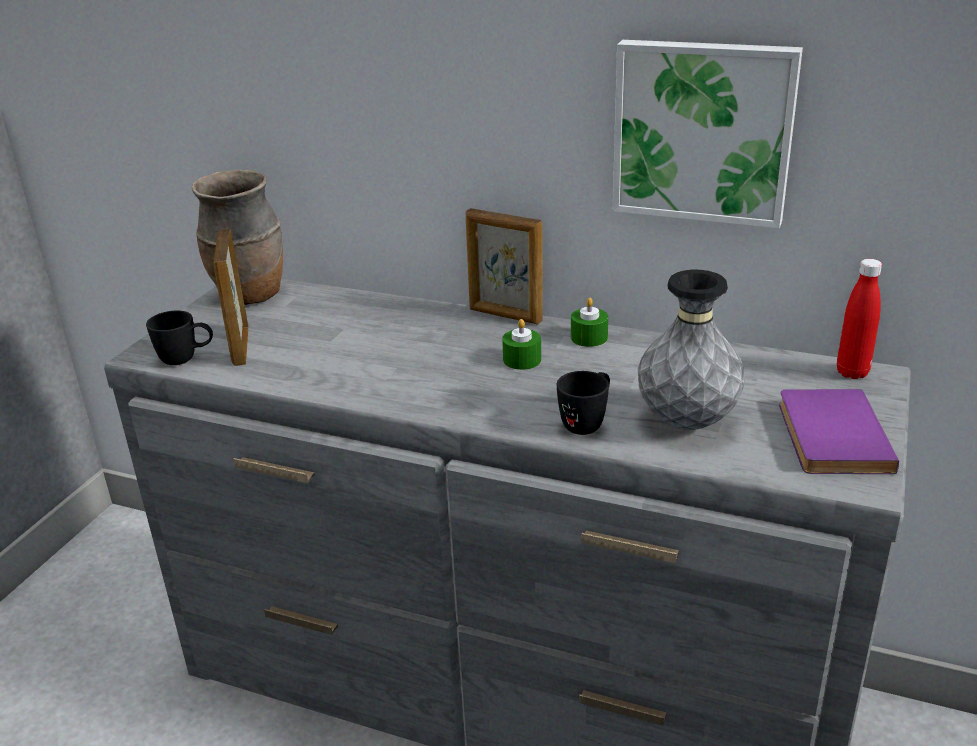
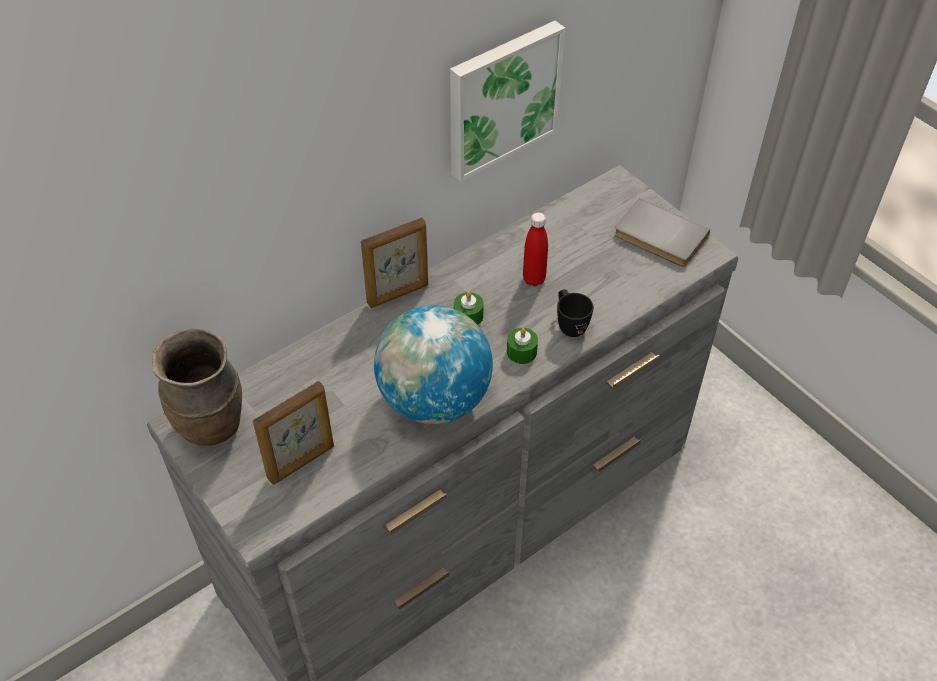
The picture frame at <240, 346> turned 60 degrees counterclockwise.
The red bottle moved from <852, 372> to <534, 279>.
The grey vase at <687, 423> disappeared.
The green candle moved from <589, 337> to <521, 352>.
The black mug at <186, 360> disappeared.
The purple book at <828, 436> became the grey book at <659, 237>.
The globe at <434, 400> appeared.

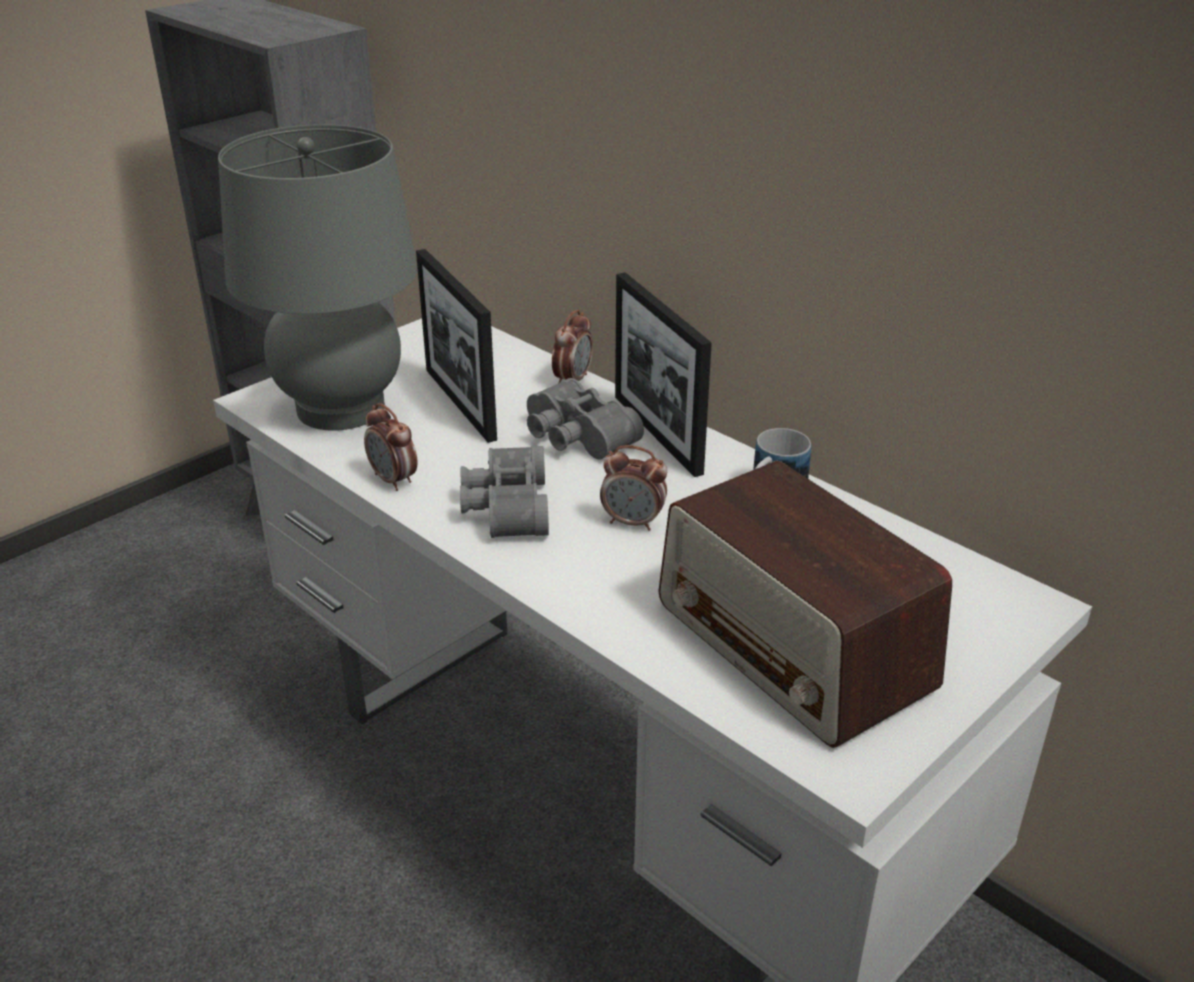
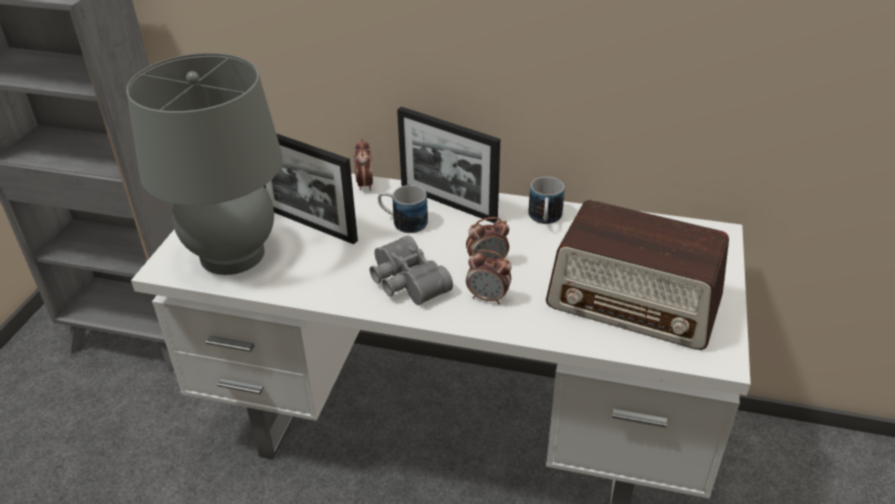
The grey binoculars at <575, 437> was replaced by the mug at <403, 222>.
The alarm clock moved from <394, 480> to <488, 297>.

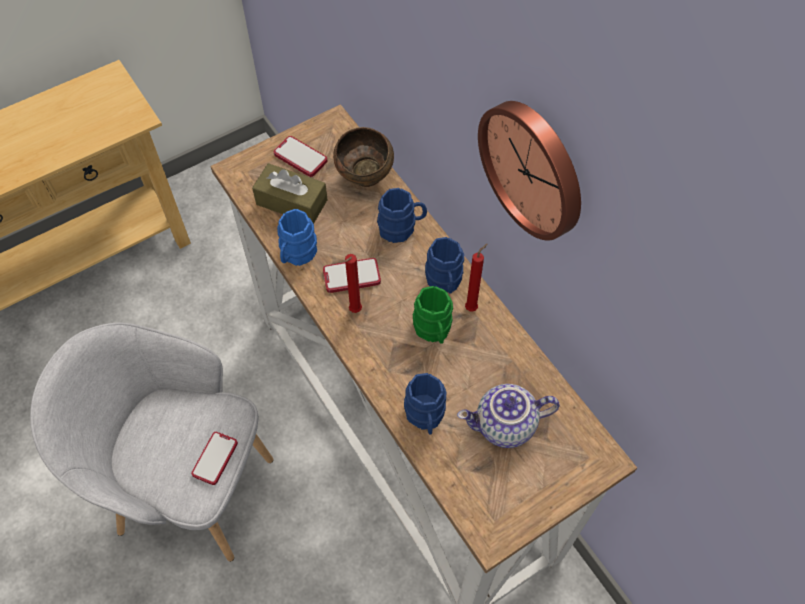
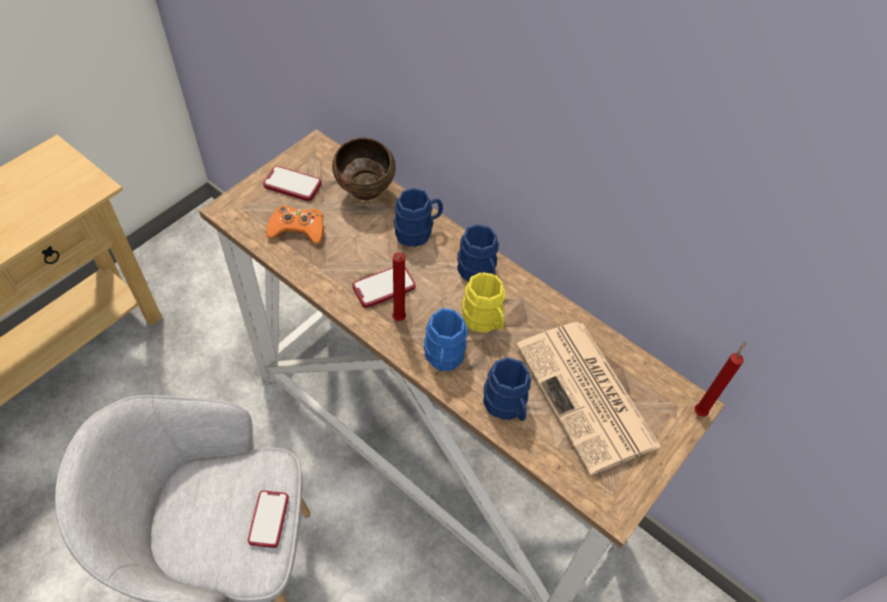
The wall clock at <534, 168> disappeared.
The brown tissue box at <291, 202> was replaced by the orange game controller at <297, 229>.
The blue mug moved from <296, 254> to <443, 358>.
The red candle moved from <472, 307> to <700, 411>.
The green mug at <433, 330> became the yellow mug at <484, 321>.
The teapot at <504, 426> was replaced by the newspaper at <587, 397>.

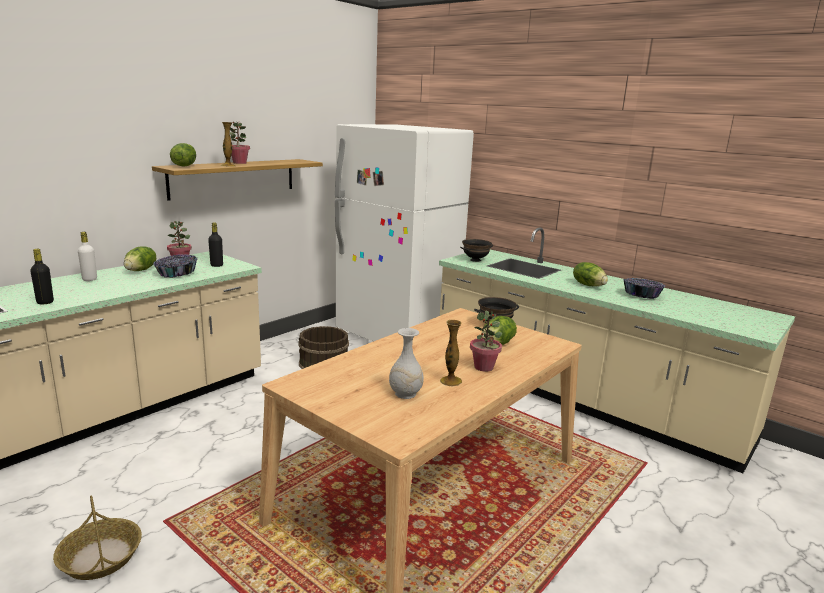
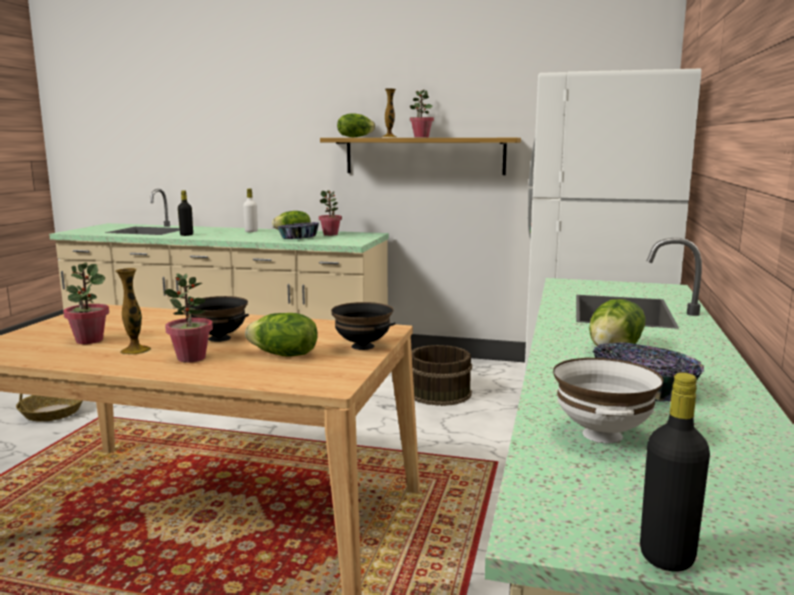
The black bottle moved from <216, 265> to <667, 556>.
The black bowl moved from <475, 260> to <220, 338>.
The white vase at <405, 394> was replaced by the potted plant at <89, 340>.
The white bowl at <603, 435> appeared.

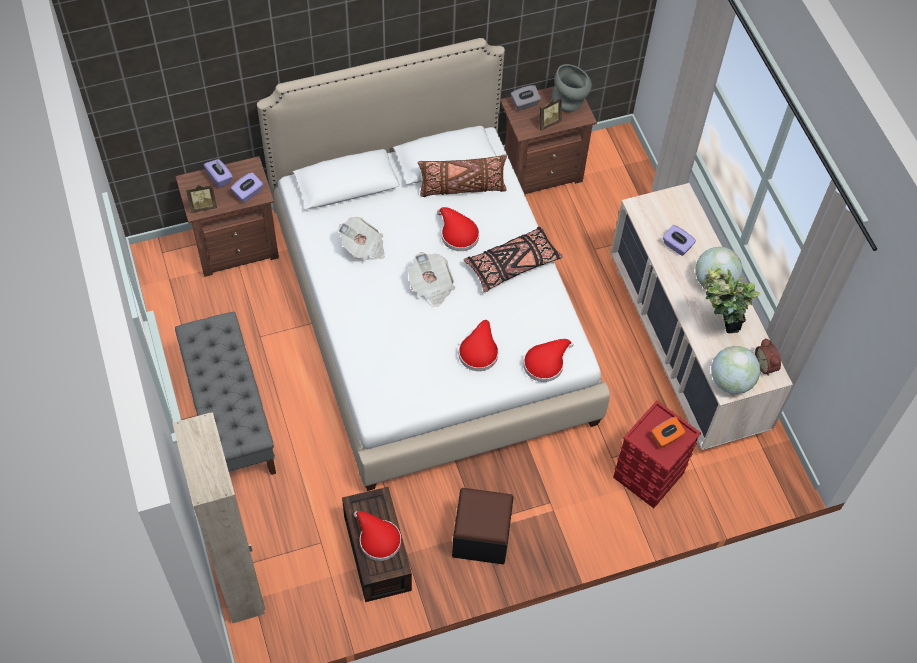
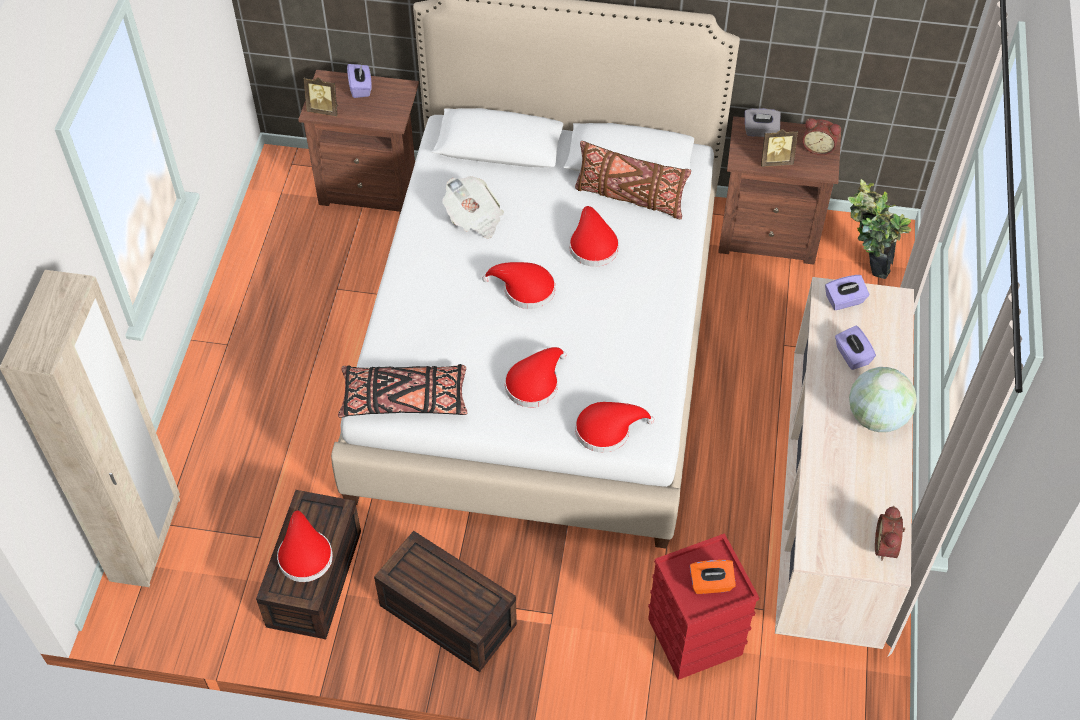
The grey vase at <570, 101> was replaced by the alarm clock at <818, 147>.
The purple tissue box moved from <248, 193> to <844, 300>.
The black pillow moved from <513, 264> to <404, 399>.
The newspaper at <431, 286> was replaced by the red hat at <524, 289>.
The potted plant moved from <716, 329> to <864, 268>.
The grey bench at <230, 415> disappeared.
The globe at <730, 381> disappeared.
The black ottoman at <481, 536> was replaced by the brown storage box at <445, 615>.

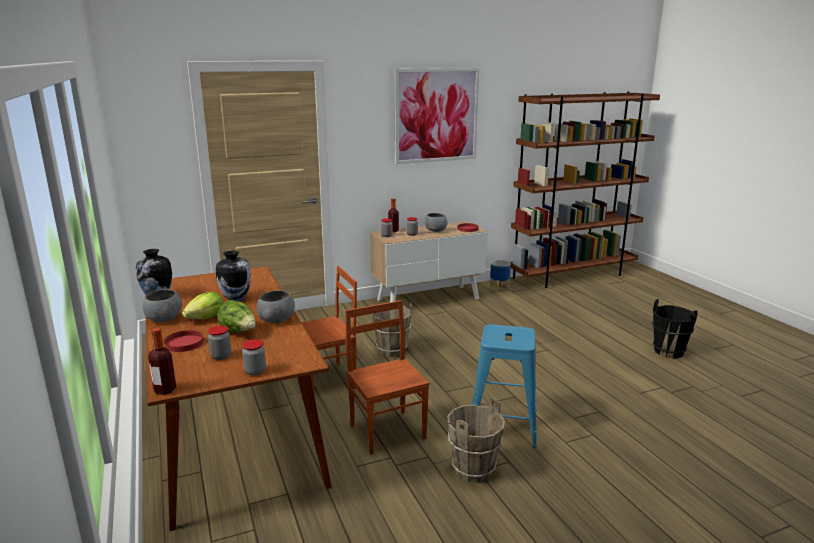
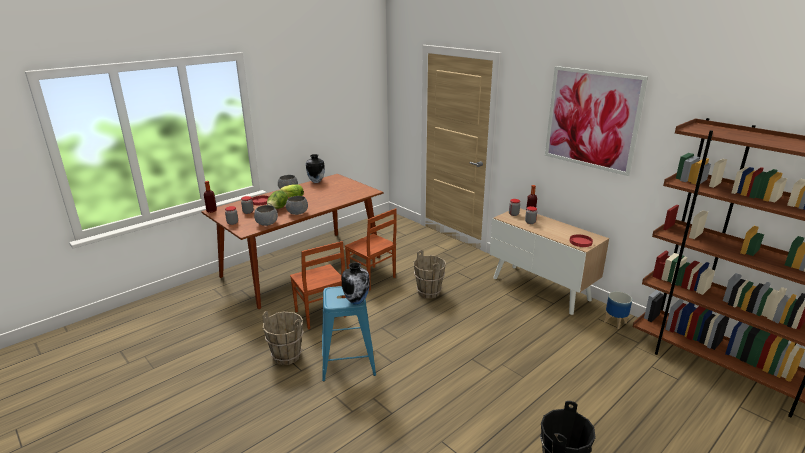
The grey bowl moved from <436, 231> to <266, 223>.
The vase moved from <236, 299> to <357, 301>.
The brown chair at <388, 431> turned 105 degrees clockwise.

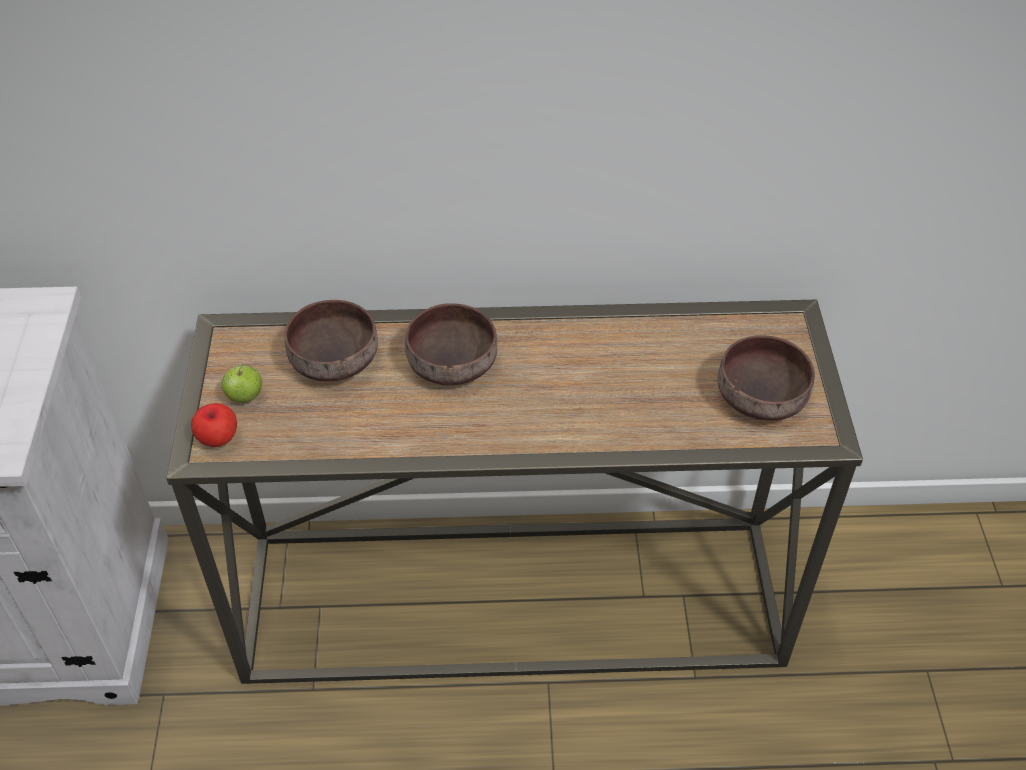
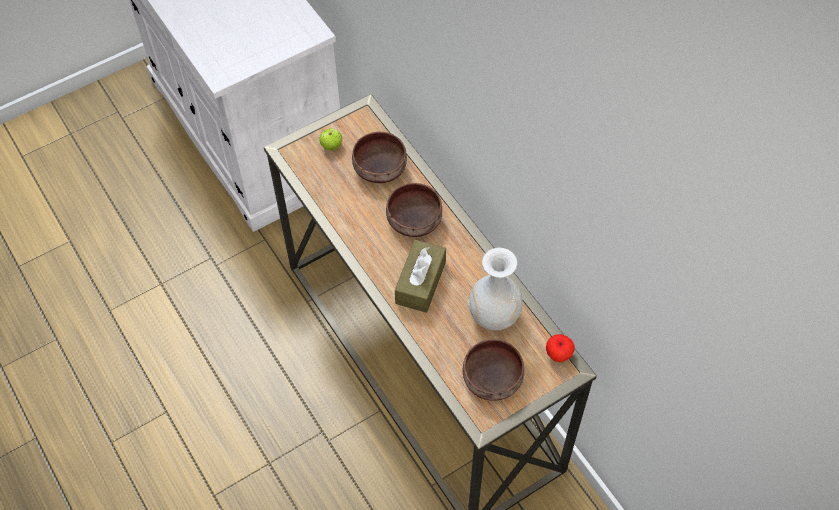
The apple moved from <218, 438> to <558, 354>.
The brown tissue box at <420, 282> appeared.
The white vase at <494, 315> appeared.

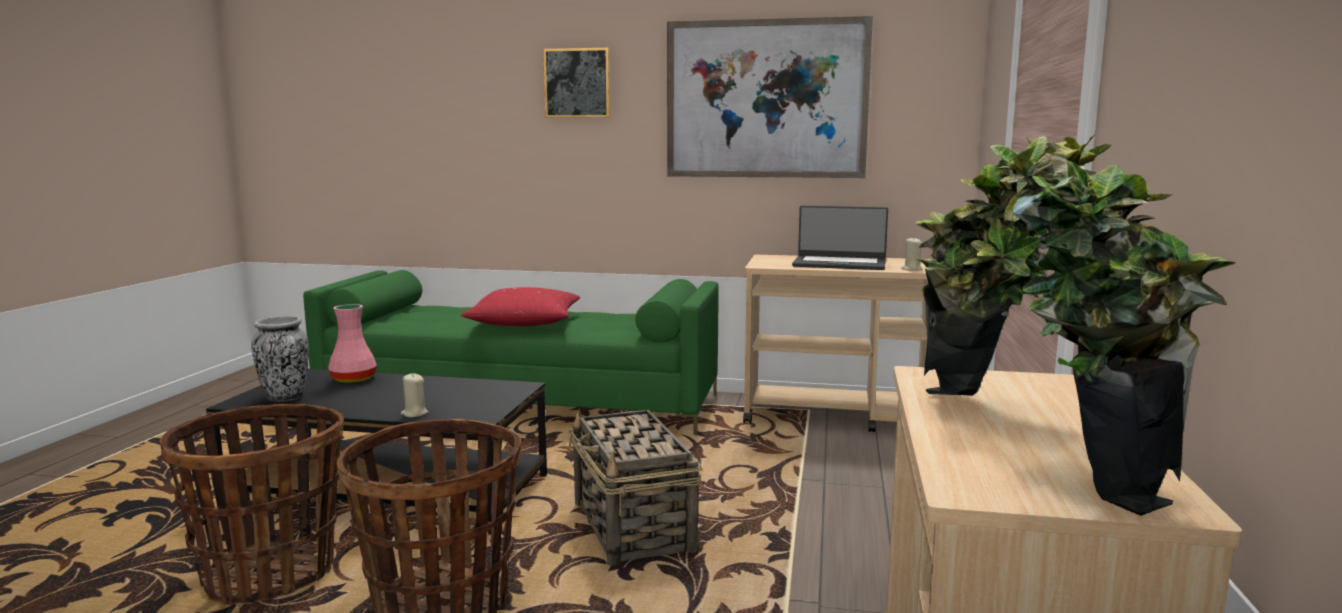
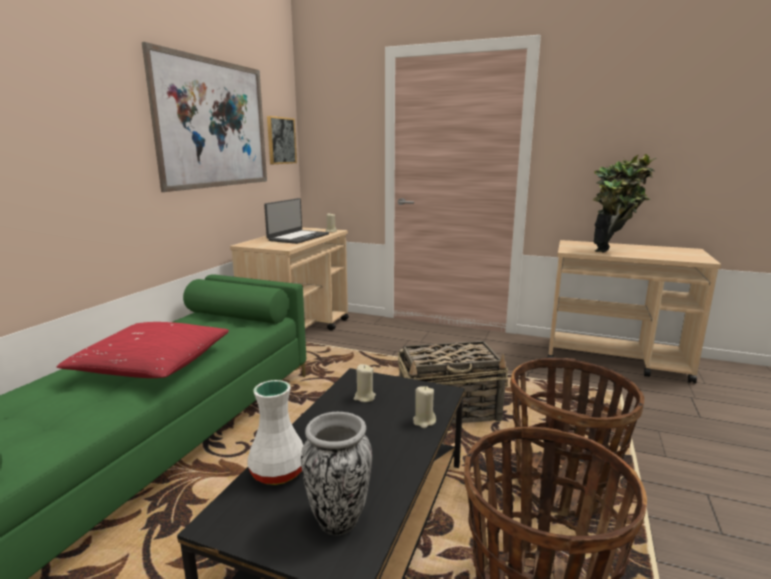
The picture moved from <577, 83> to <281, 140>.
The potted plant at <1077, 483> disappeared.
The pink vase at <353, 379> became the white vase at <279, 471>.
The beige candle at <364, 397> appeared.

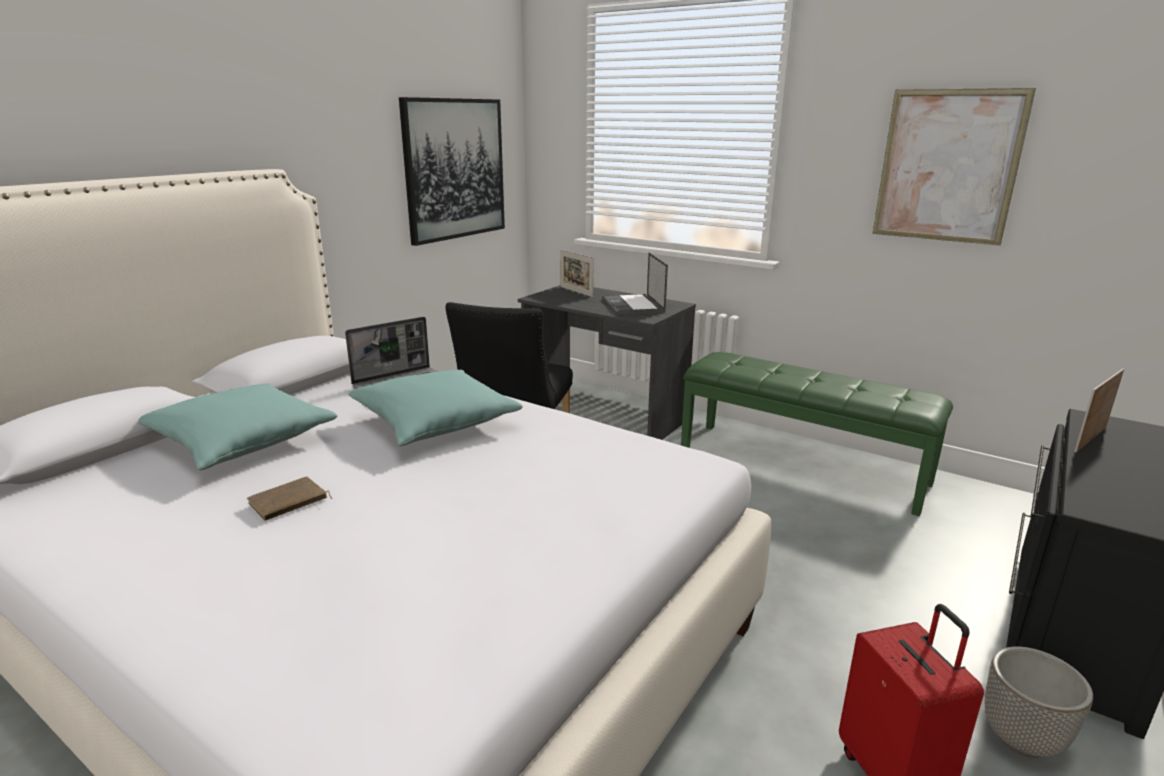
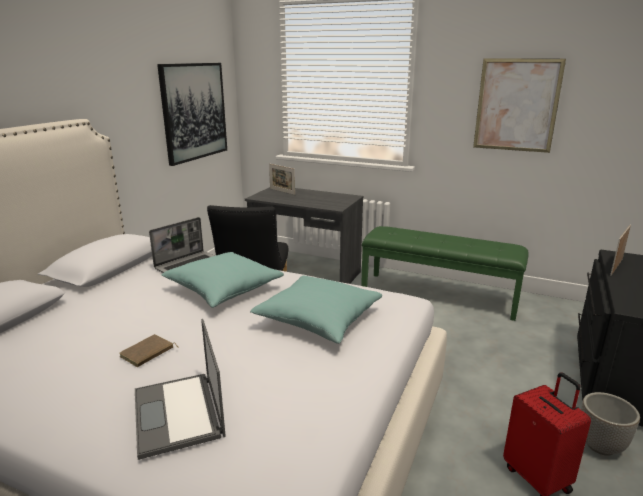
The laptop moved from <633, 305> to <178, 414>.
The turquoise pillow moved from <242, 442> to <318, 320>.

